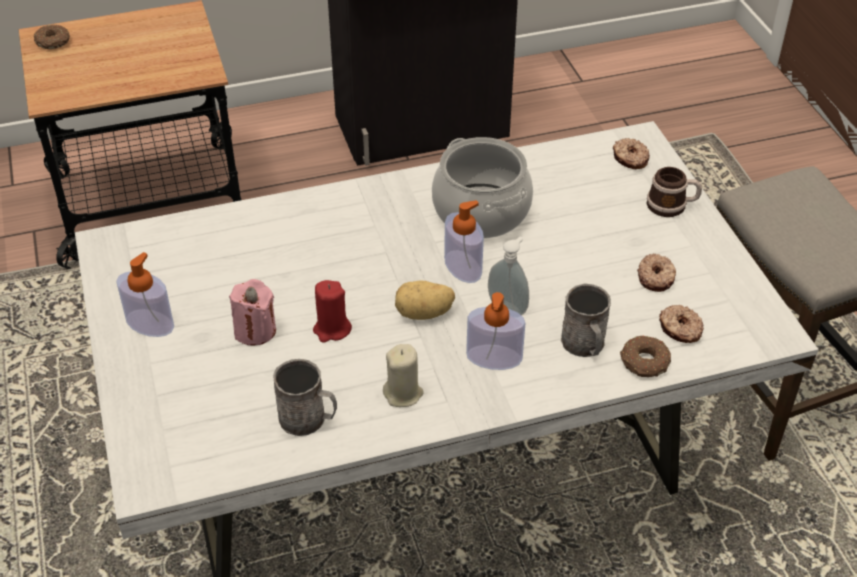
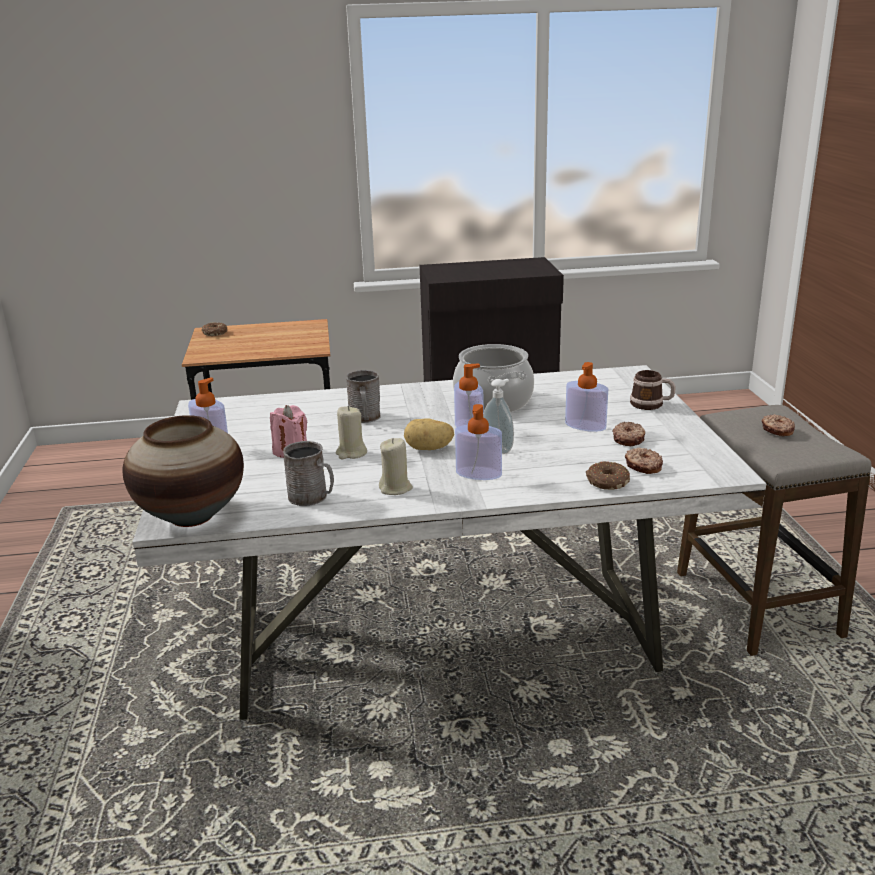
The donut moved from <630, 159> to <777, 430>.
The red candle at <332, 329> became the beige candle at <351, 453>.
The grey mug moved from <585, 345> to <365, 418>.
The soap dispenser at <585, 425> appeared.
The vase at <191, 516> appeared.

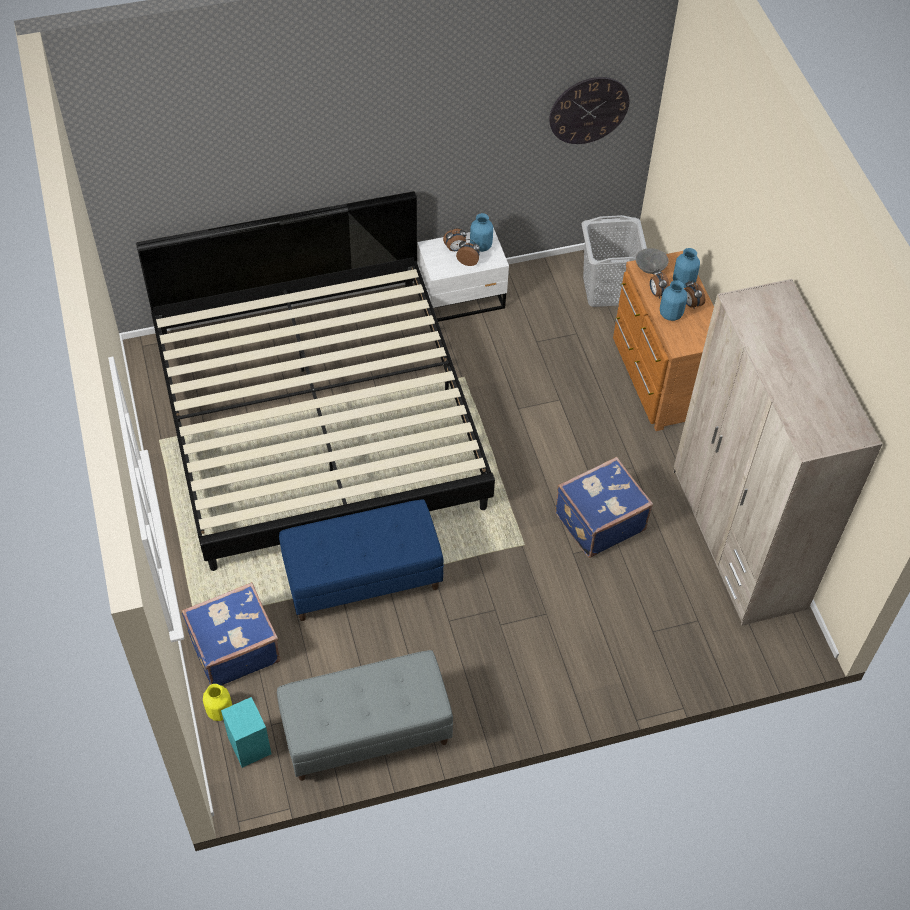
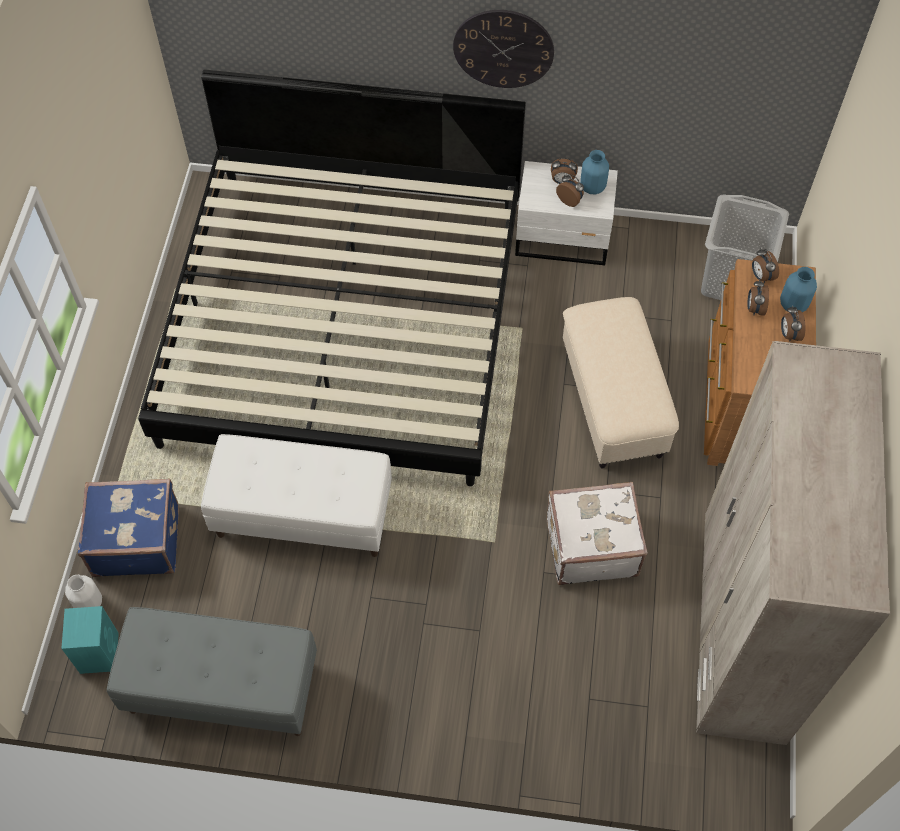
The wall clock moved from <589, 110> to <503, 48>.
The grey bowl at <650, 269> was replaced by the alarm clock at <761, 276>.
The blue vase at <671, 314> disappeared.
The blue suitcase at <598, 520> became the white suitcase at <590, 545>.
The blue bench at <363, 578> became the white bench at <304, 514>.
The yellow vase at <219, 711> became the white vase at <89, 602>.
The beige ottoman at <614, 402> appeared.

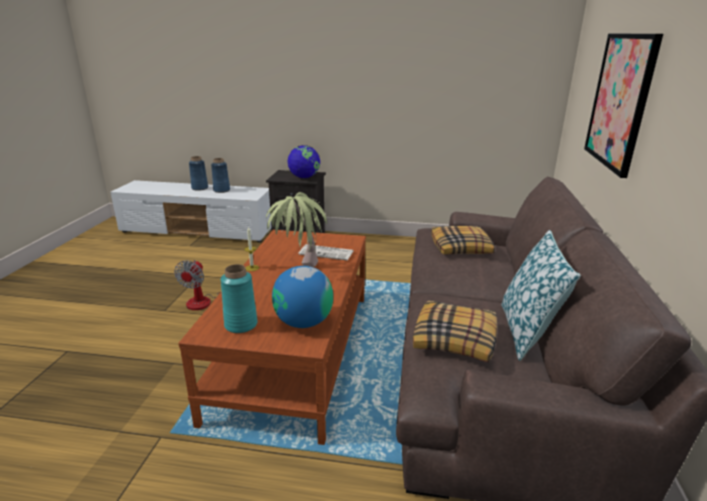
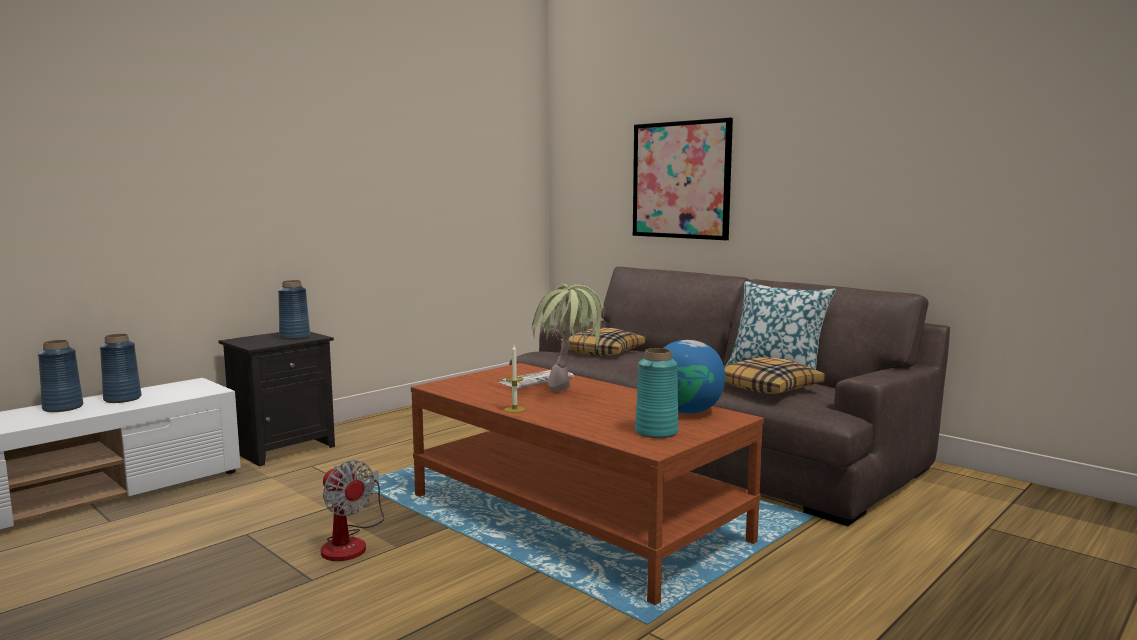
The globe at <304, 177> was replaced by the blue vase at <294, 337>.

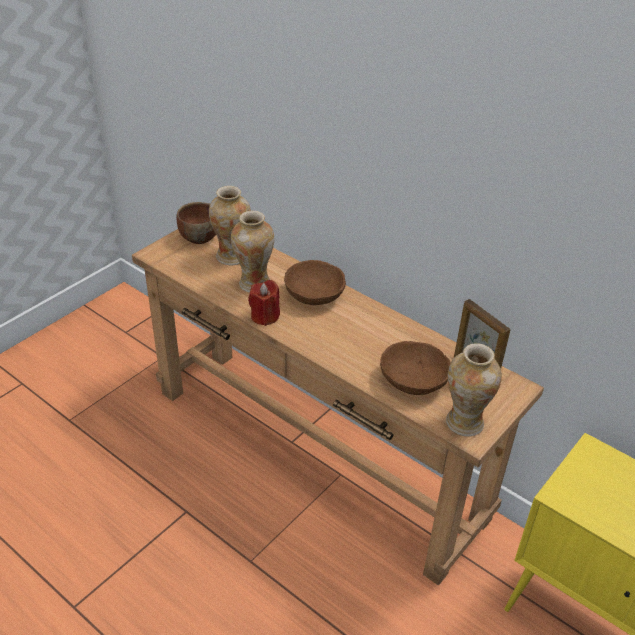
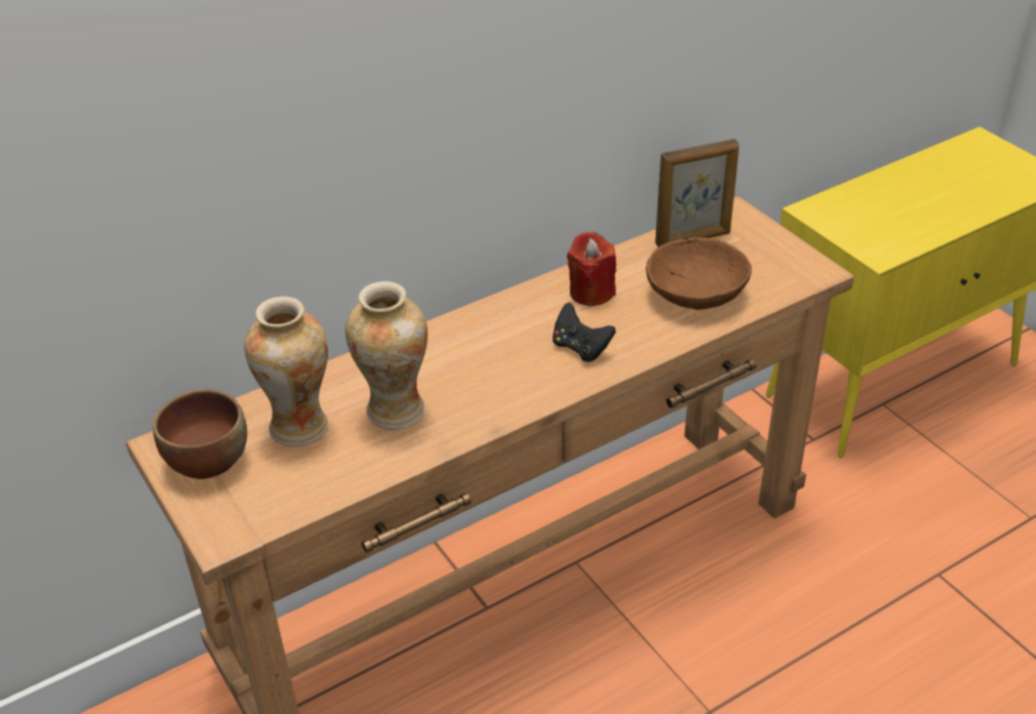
The brown bowl at <314, 295> disappeared.
The red candle moved from <265, 316> to <591, 292>.
The vase at <464, 423> disappeared.
The black game controller at <580, 348> appeared.

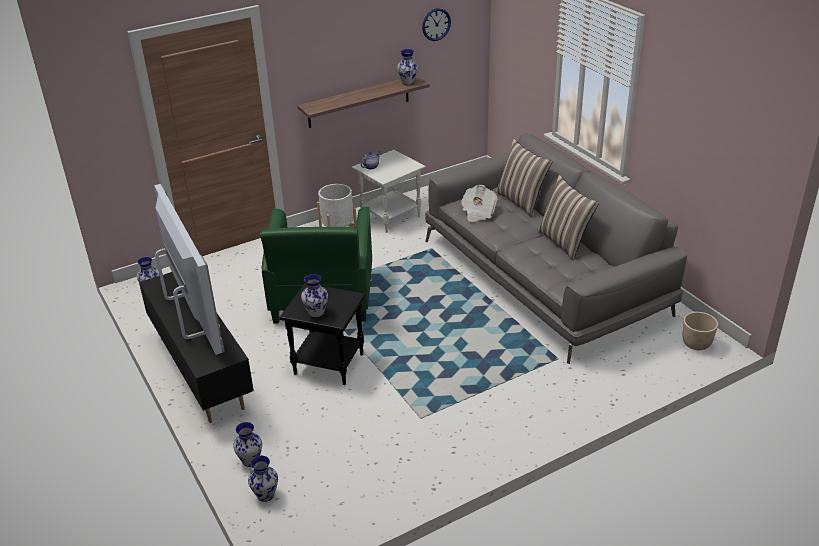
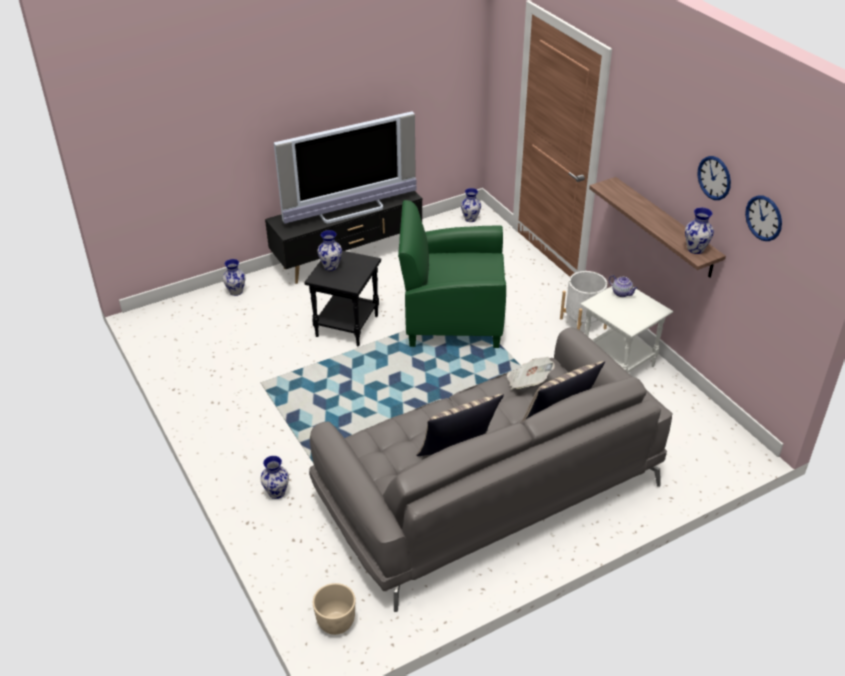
The vase moved from <266, 494> to <277, 493>.
The wall clock at <714, 178> appeared.

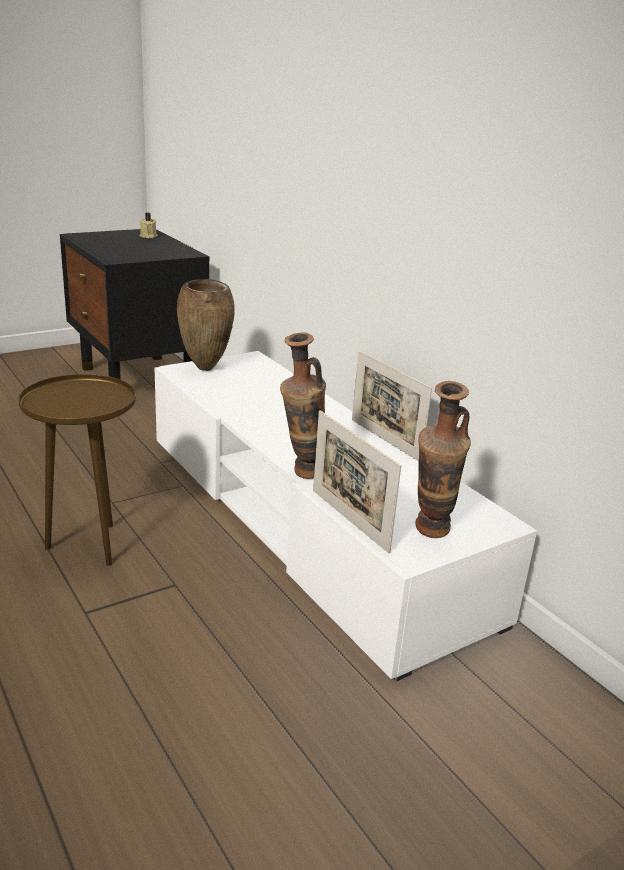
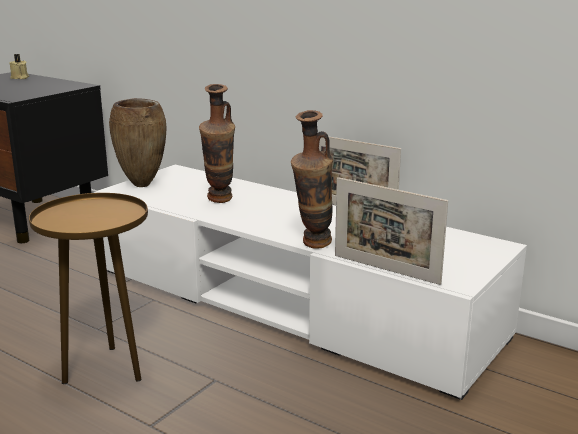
The vase moved from <430, 535> to <219, 202>.

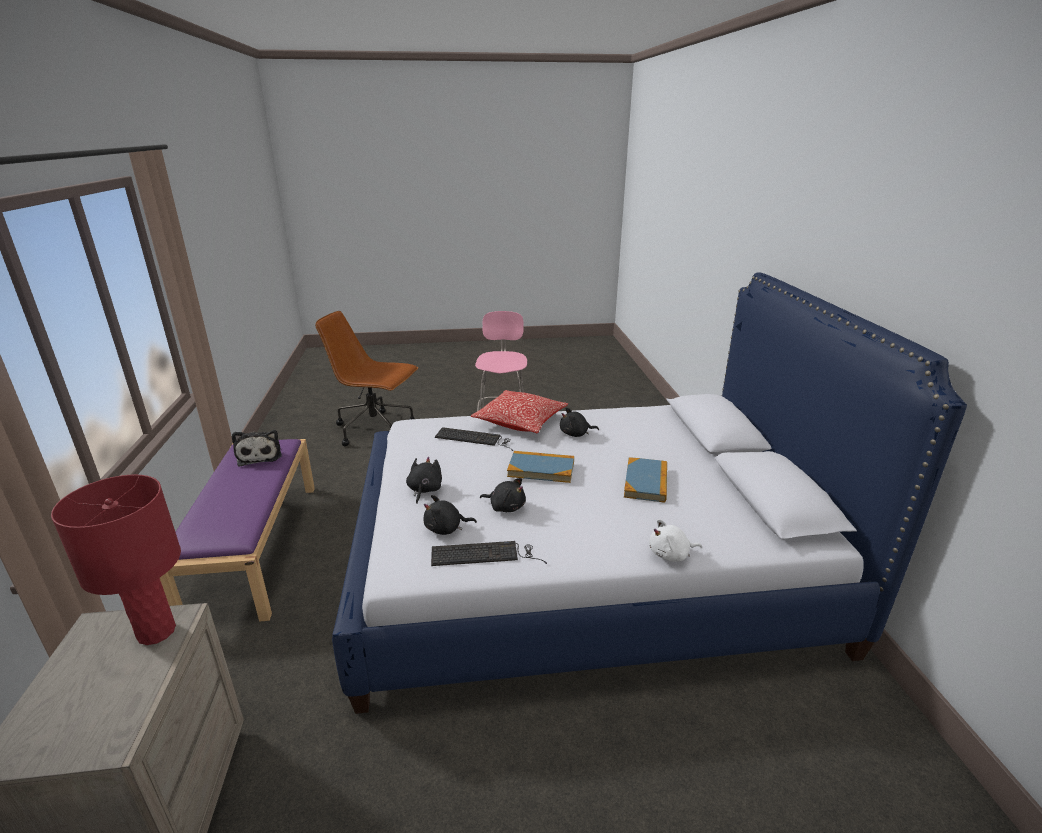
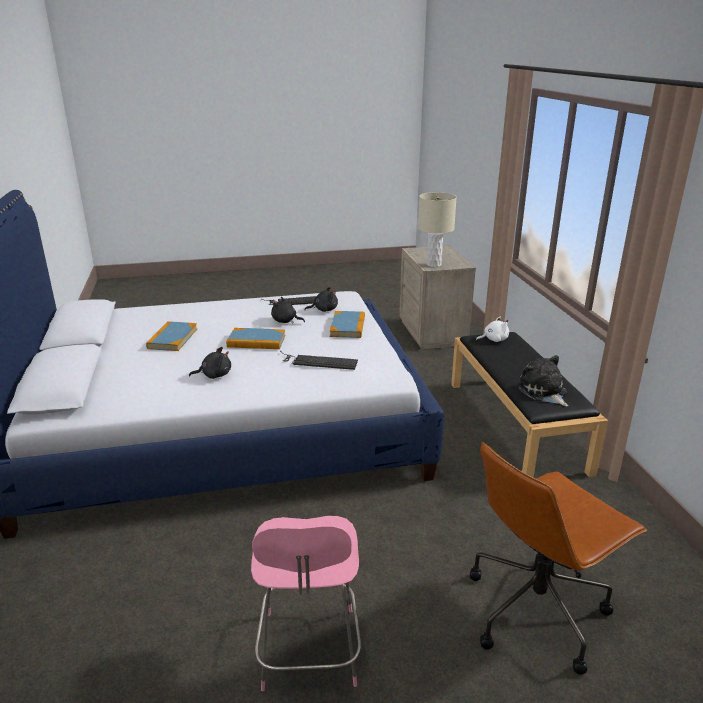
The brown office chair at <376, 429> turned 135 degrees clockwise.
The pillow at <520, 422> disappeared.
The purple bench at <255, 546> became the black bench at <516, 425>.
The black plush toy at <424, 490> was replaced by the book at <348, 327>.
The red table lamp at <156, 632> became the beige table lamp at <433, 264>.
The white plush toy moved from <671, 554> to <493, 339>.

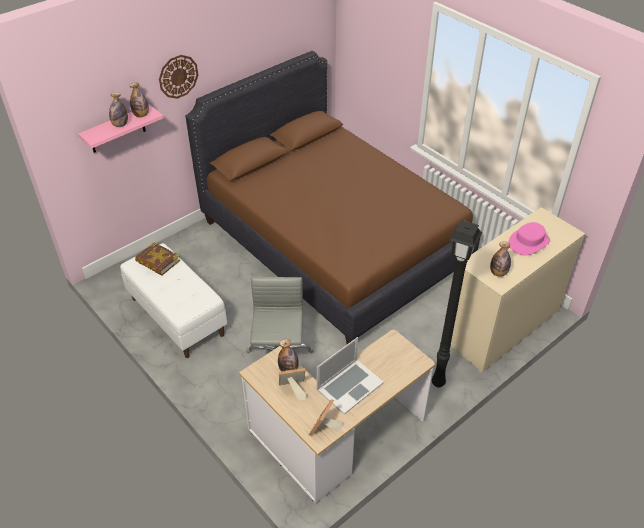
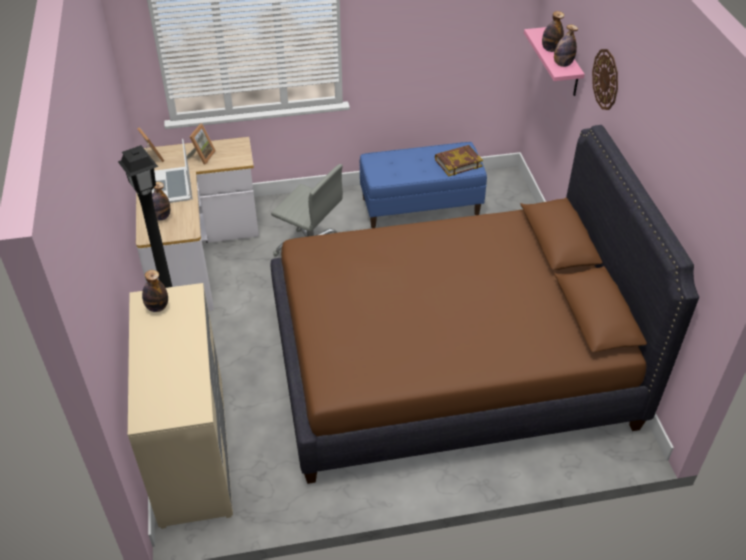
The pink hat at <528, 242> disappeared.
The white bench at <176, 316> became the blue bench at <421, 206>.
The bottle moved from <288, 369> to <161, 217>.

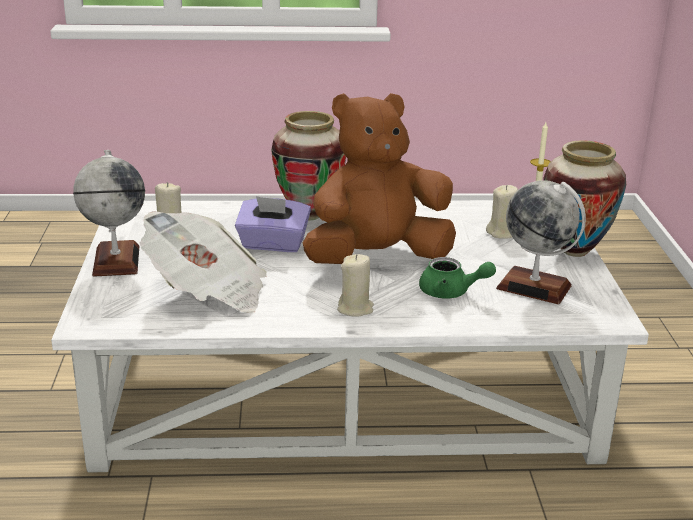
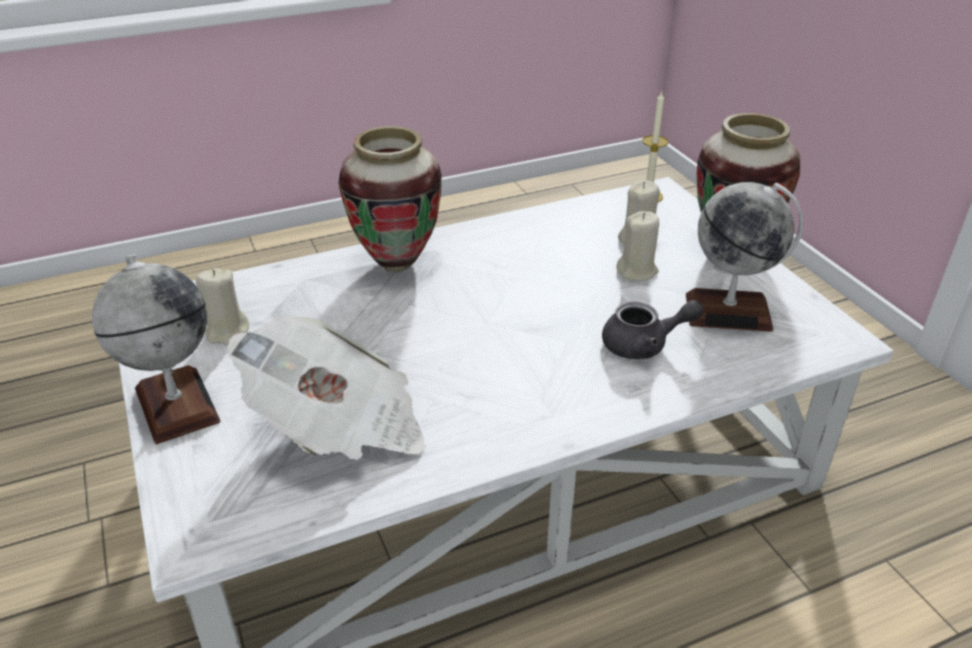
The brown plush toy at <377, 258> disappeared.
The purple tissue box at <273, 244> disappeared.
The beige candle moved from <355, 309> to <637, 271>.
The green teapot at <451, 292> became the grey teapot at <644, 345>.

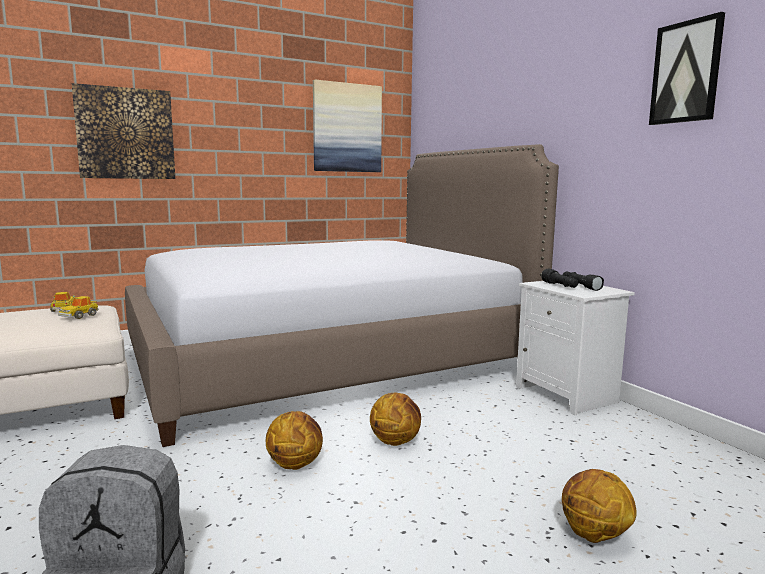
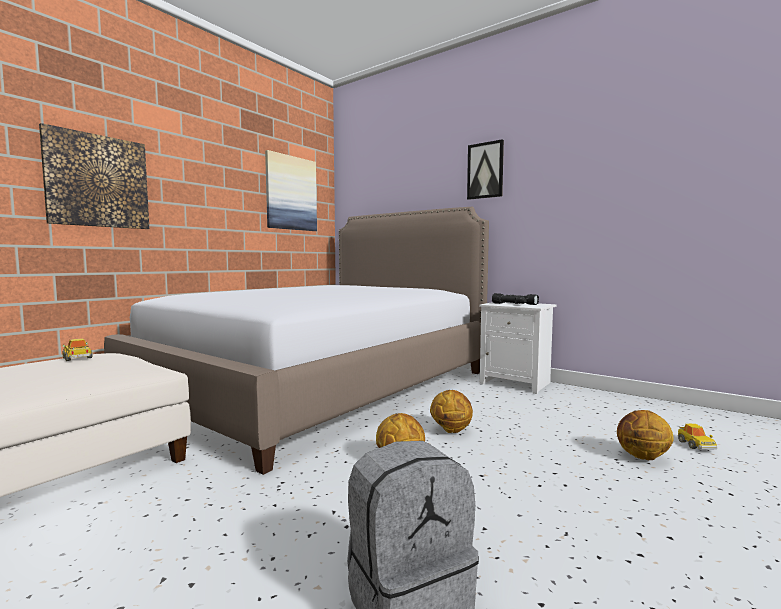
The picture moved from <686, 72> to <485, 170>.
The toy car moved from <79, 316> to <695, 445>.

